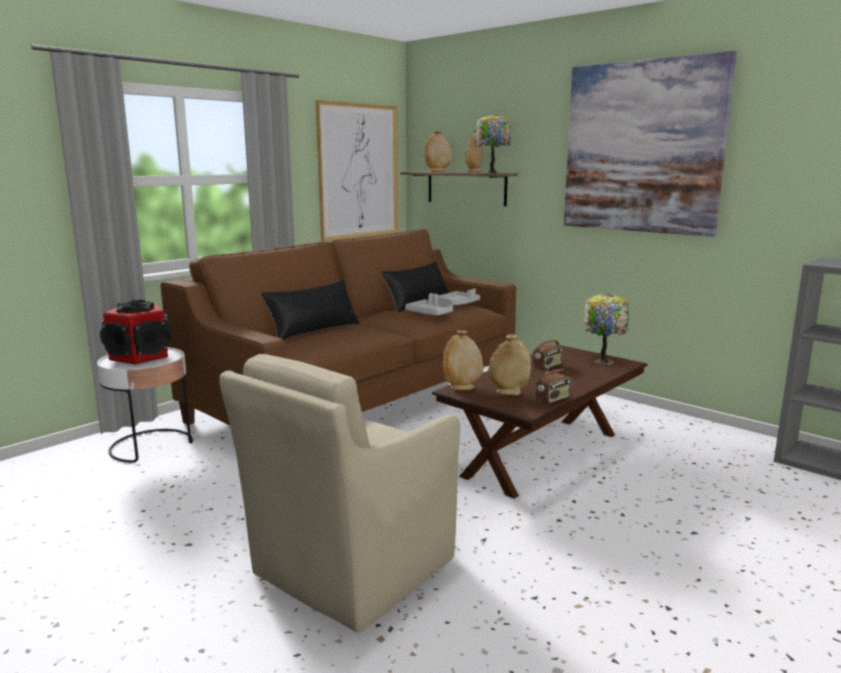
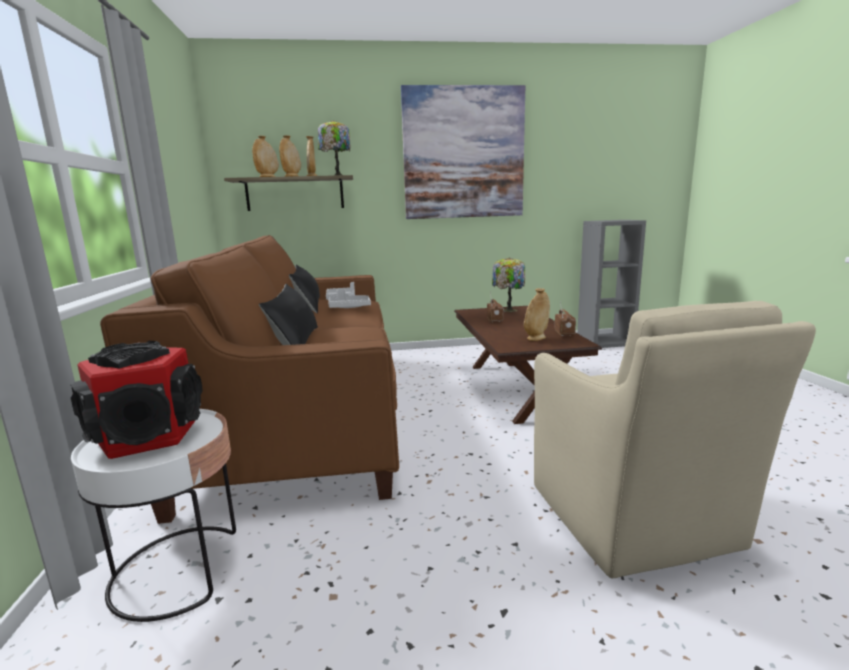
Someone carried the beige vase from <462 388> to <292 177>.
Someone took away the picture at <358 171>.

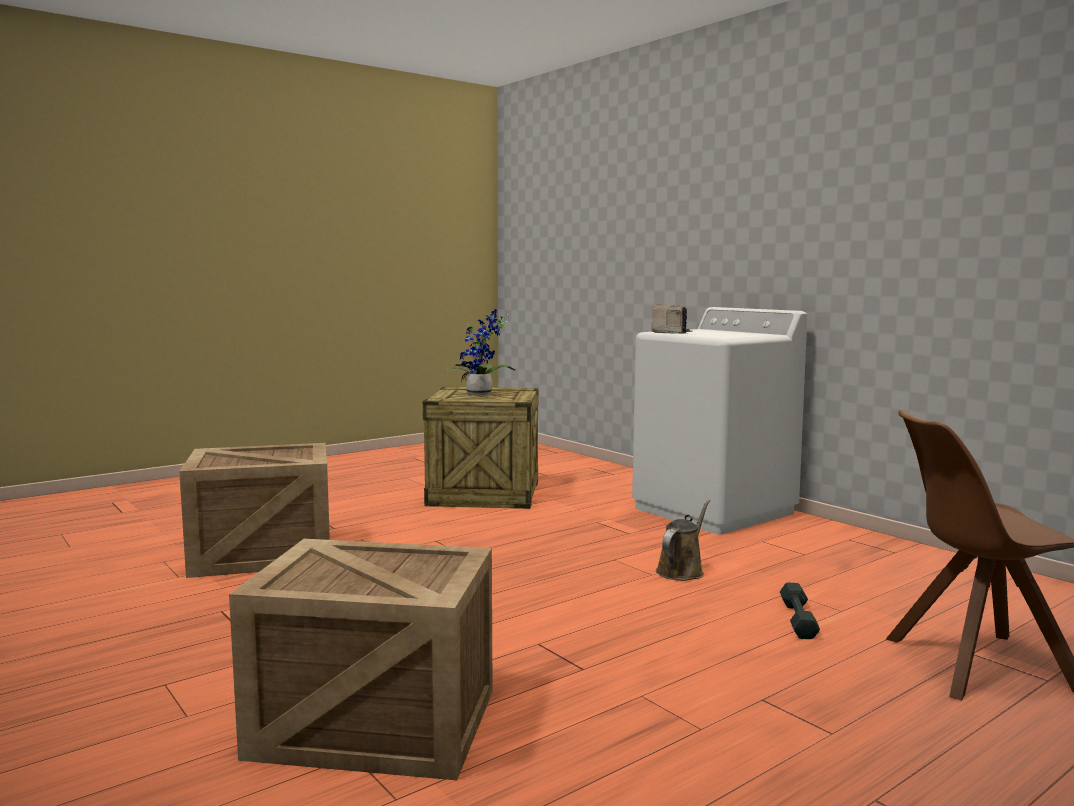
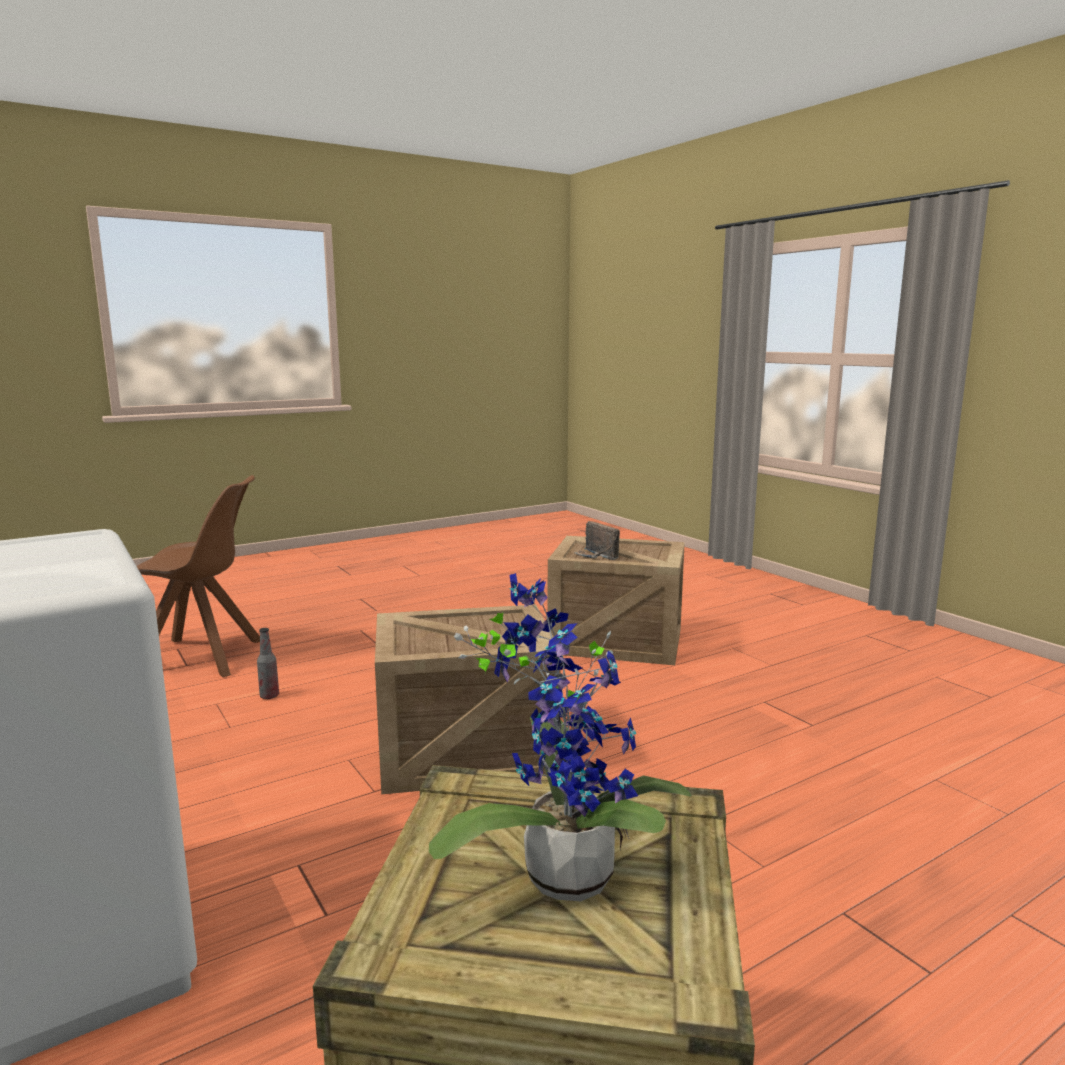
Someone swapped the grey dumbbell at <798 619> for the bottle at <269 696>.
Someone carried the crate from <265 554> to <463 752>.
Someone carried the radio from <672 333> to <596 556>.
Someone took away the brown watering can at <682 571>.

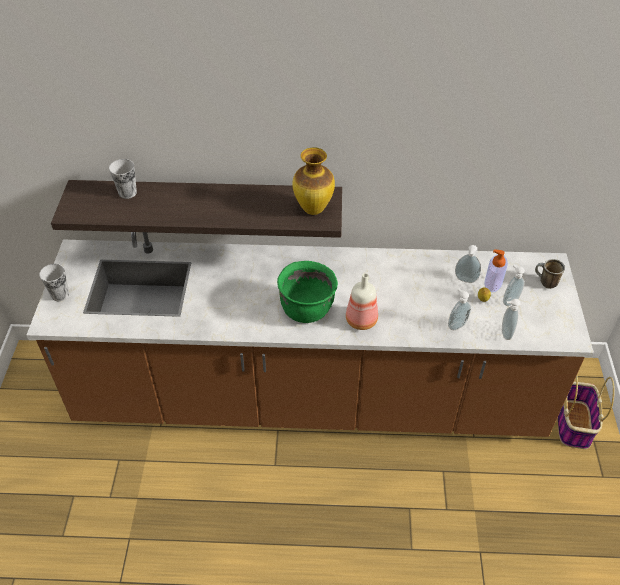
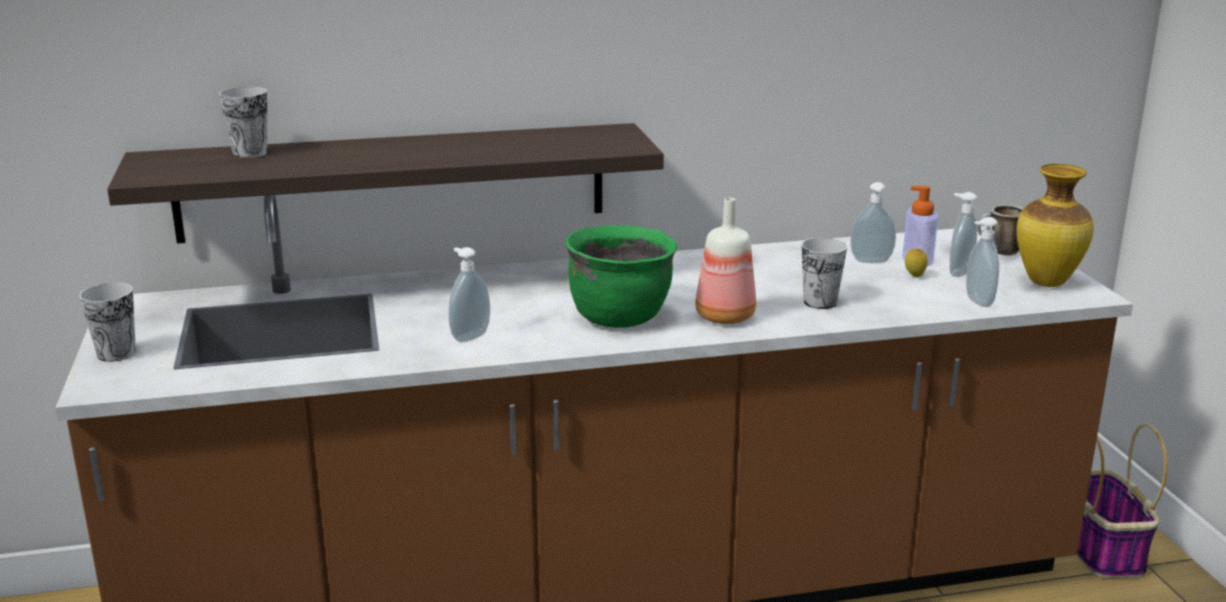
Someone carried the soap dispenser from <456 325> to <469 336>.
Someone put down the cup at <820 302>.
Someone carried the vase from <312 210> to <1046 283>.

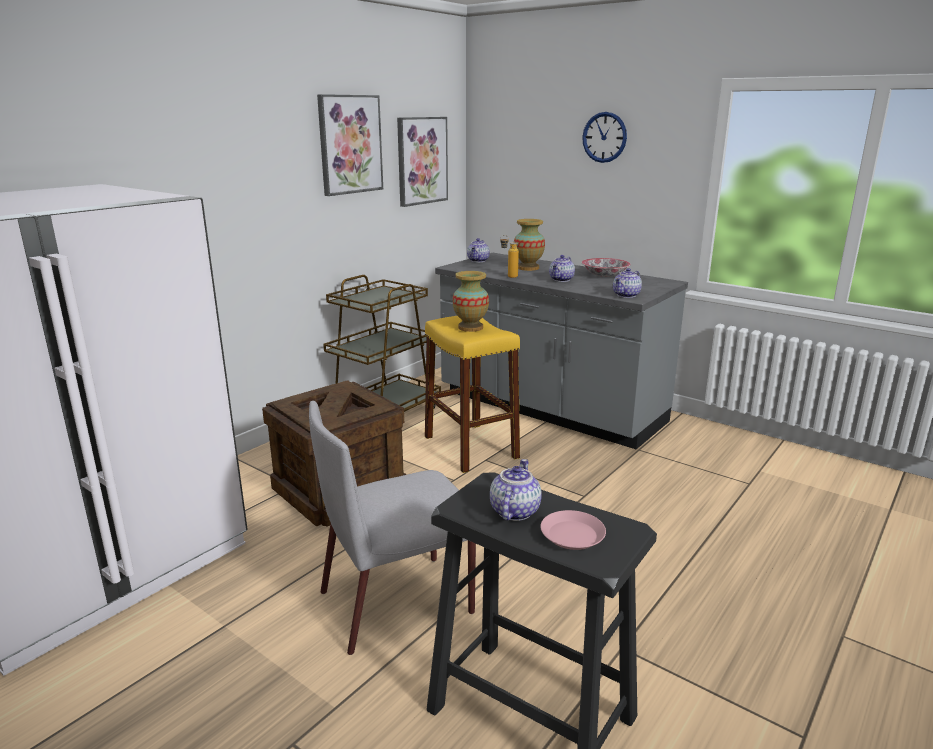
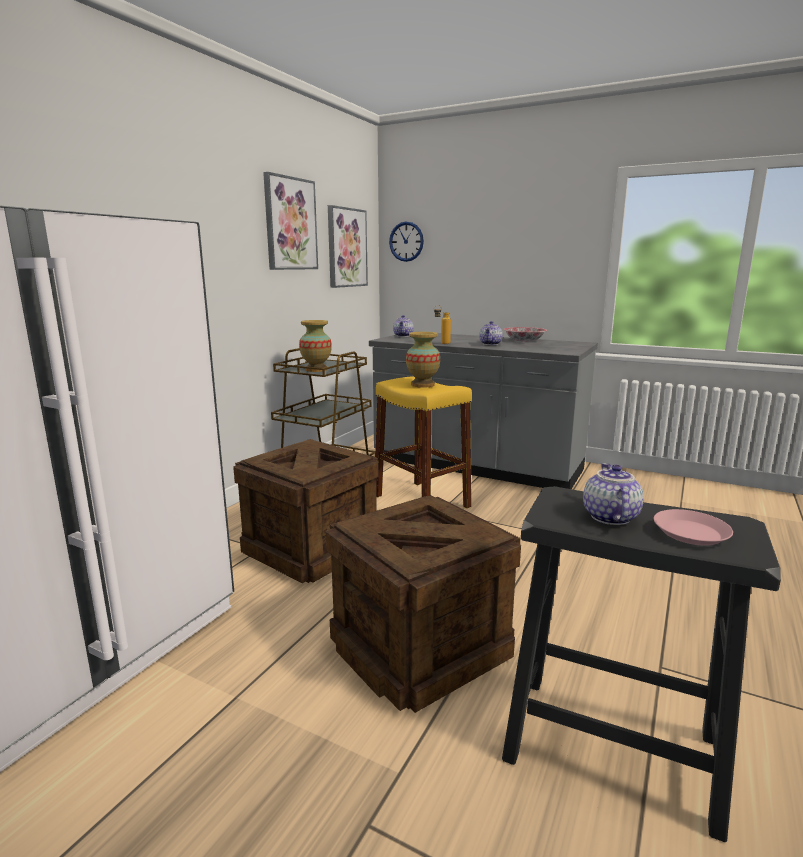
Someone carried the vase from <528 268> to <316 370>.
Someone swapped the grey chair at <399 601> for the crate at <418 648>.
Someone carried the wall clock from <604 137> to <406 241>.
Someone took away the teapot at <626 295>.

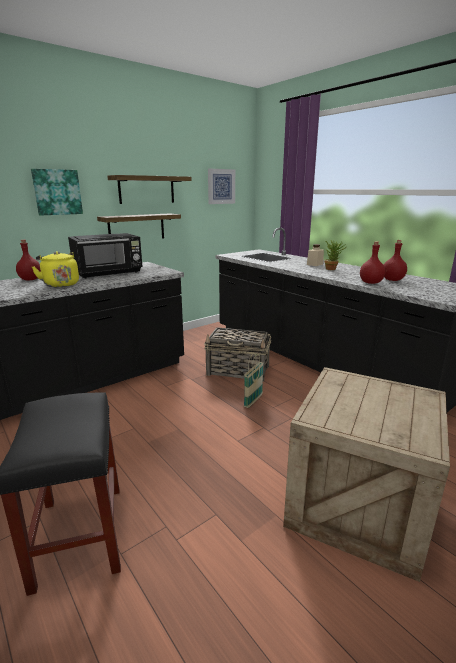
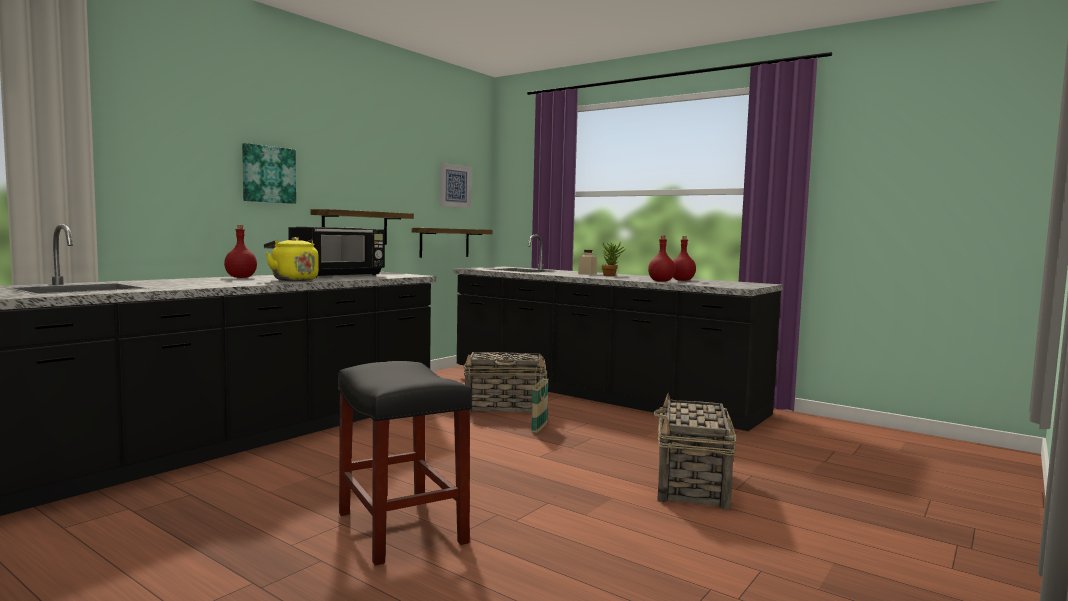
Someone carried the shelf from <146 189> to <444 242>.
Someone swapped the crate at <357 506> for the basket at <692 485>.

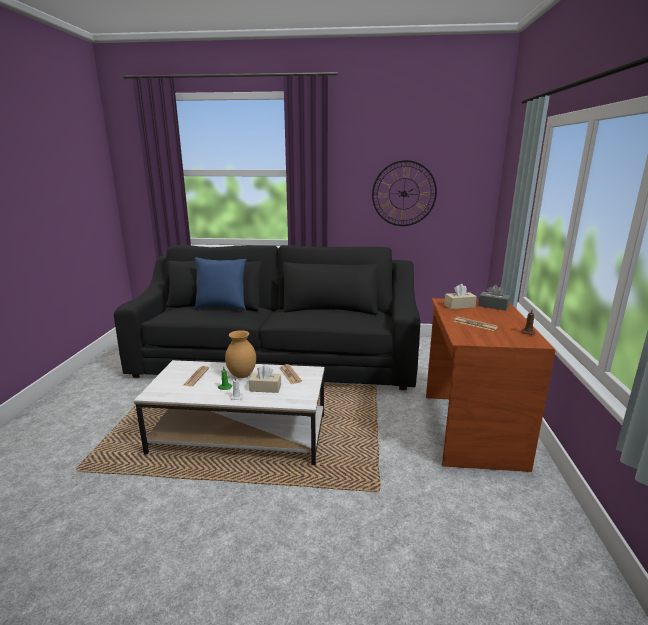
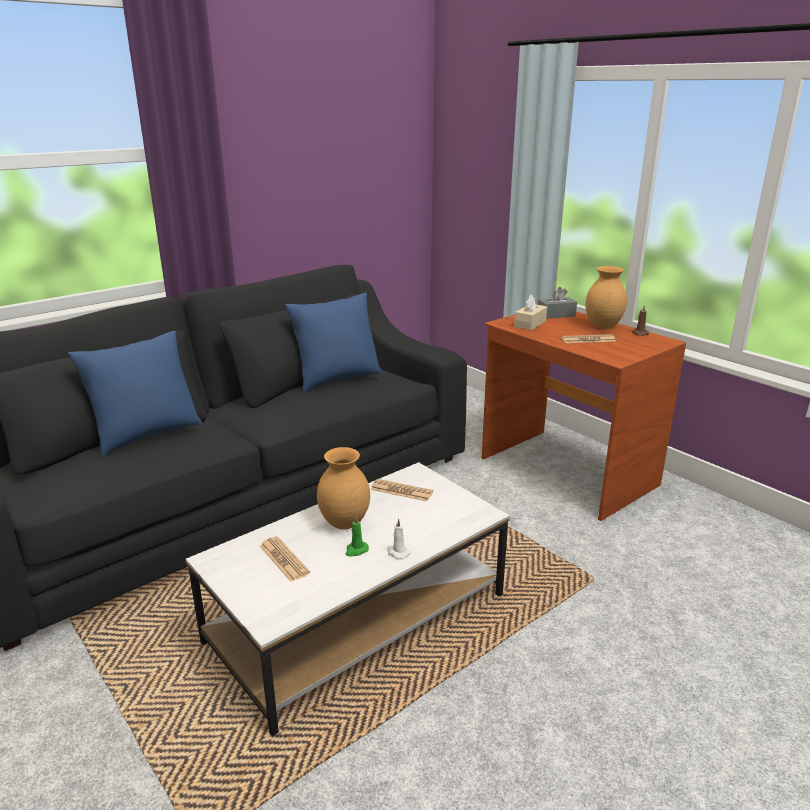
Someone put down the blue pillow at <337 379>.
Someone put down the brown vase at <603 327>.
Someone took away the beige tissue box at <265 388>.
Someone took away the wall clock at <404 194>.

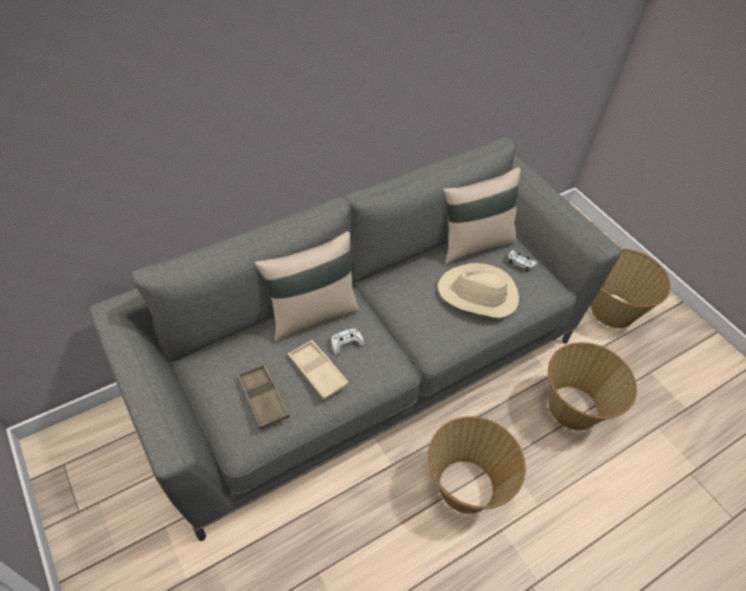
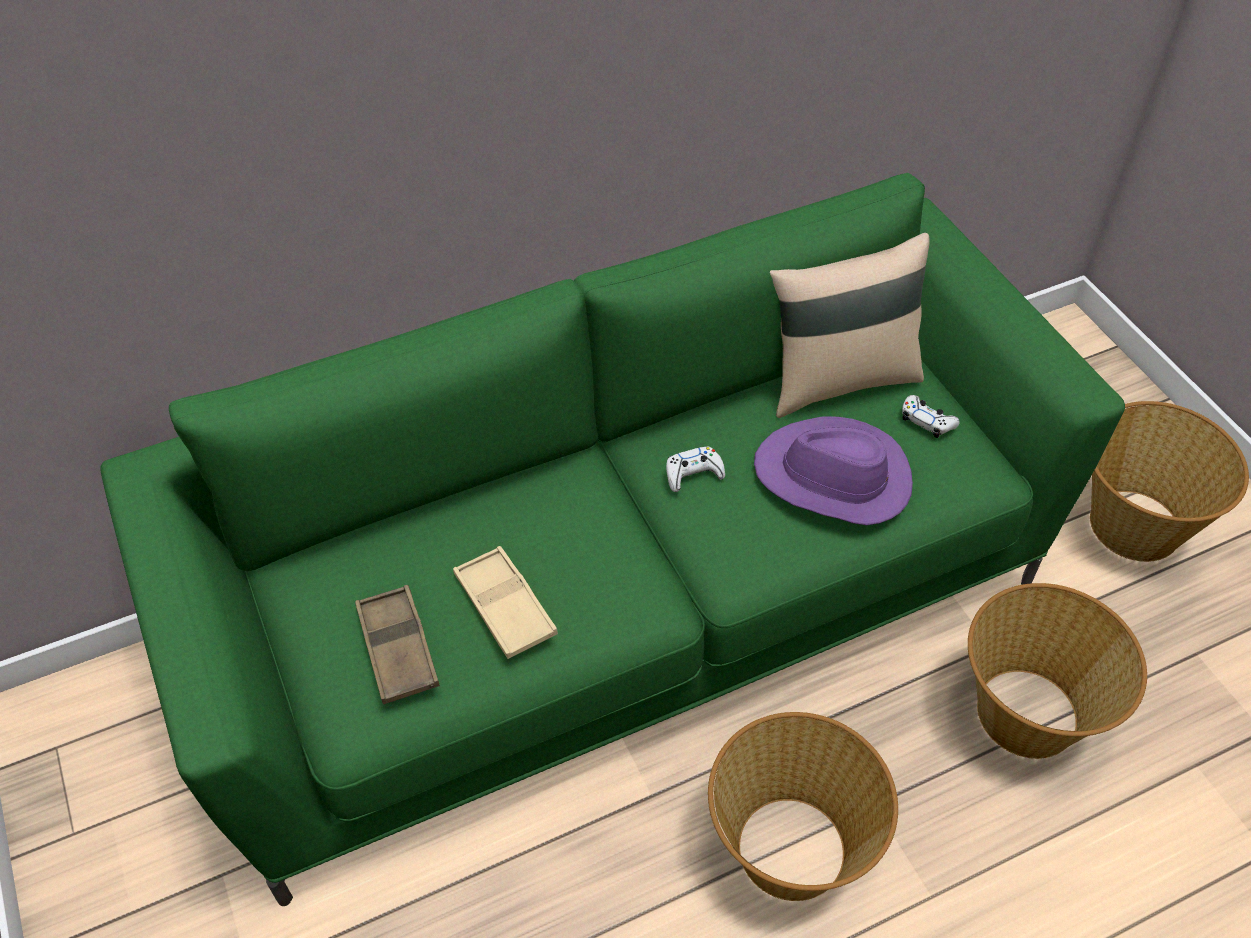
Someone repainted the grey sofa at <366 369>, which became the green sofa at <625 610>.
Someone carried the white game controller from <346 343> to <693 473>.
Someone repainted the beige hat at <478 294>, which became the purple hat at <833 478>.
Someone took away the beige pillow at <311 314>.

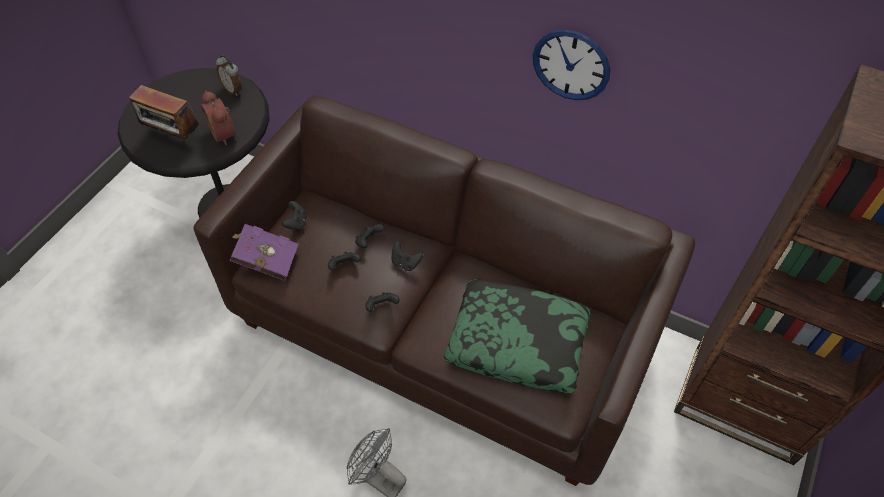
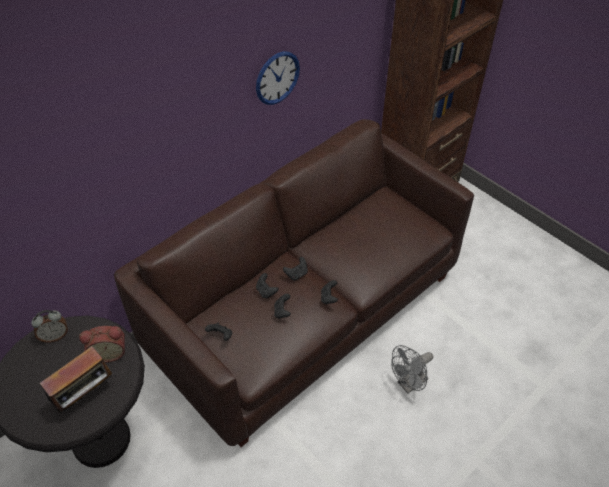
Someone took away the purple book at <265 260>.
Someone took away the pillow at <517 342>.

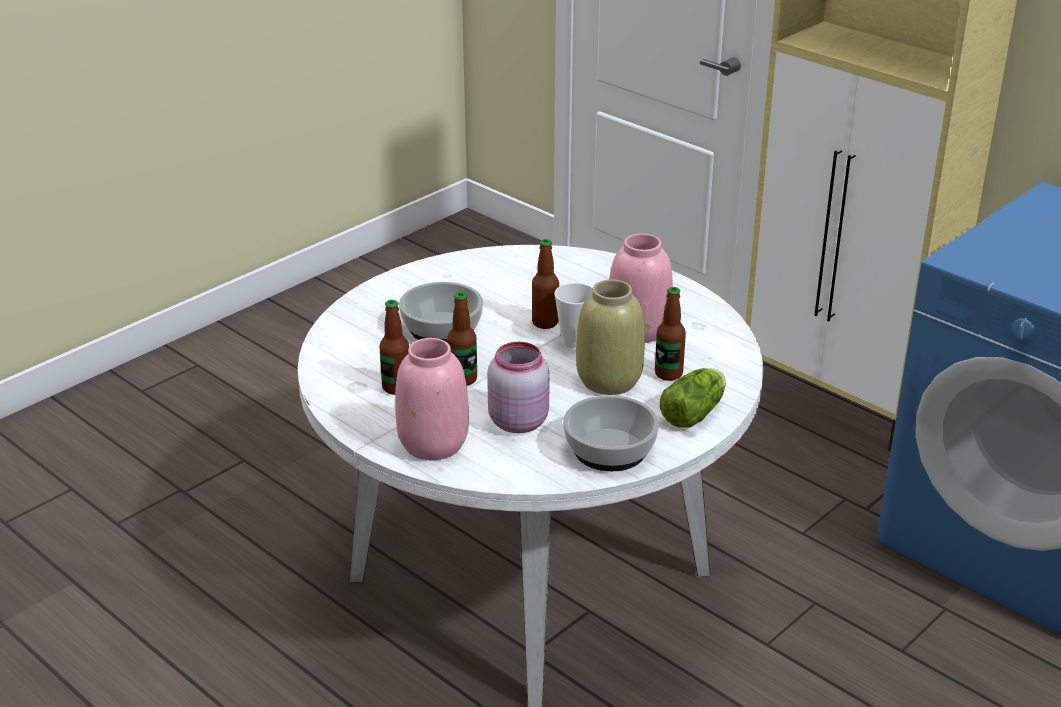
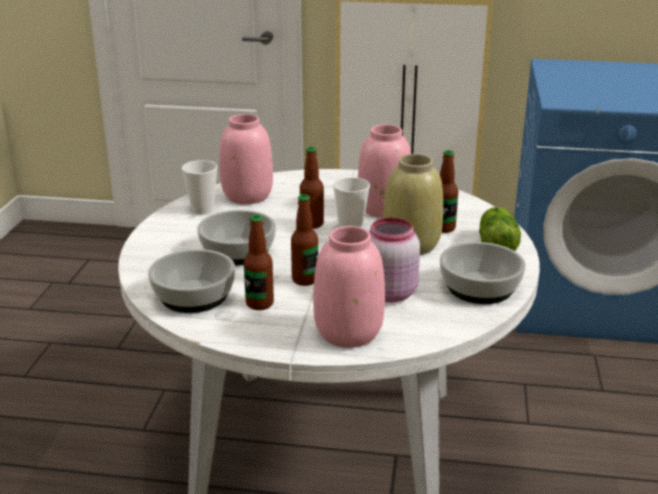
Someone put down the bowl at <195 296>.
Someone put down the cup at <202 210>.
Someone put down the pink vase at <248 196>.

